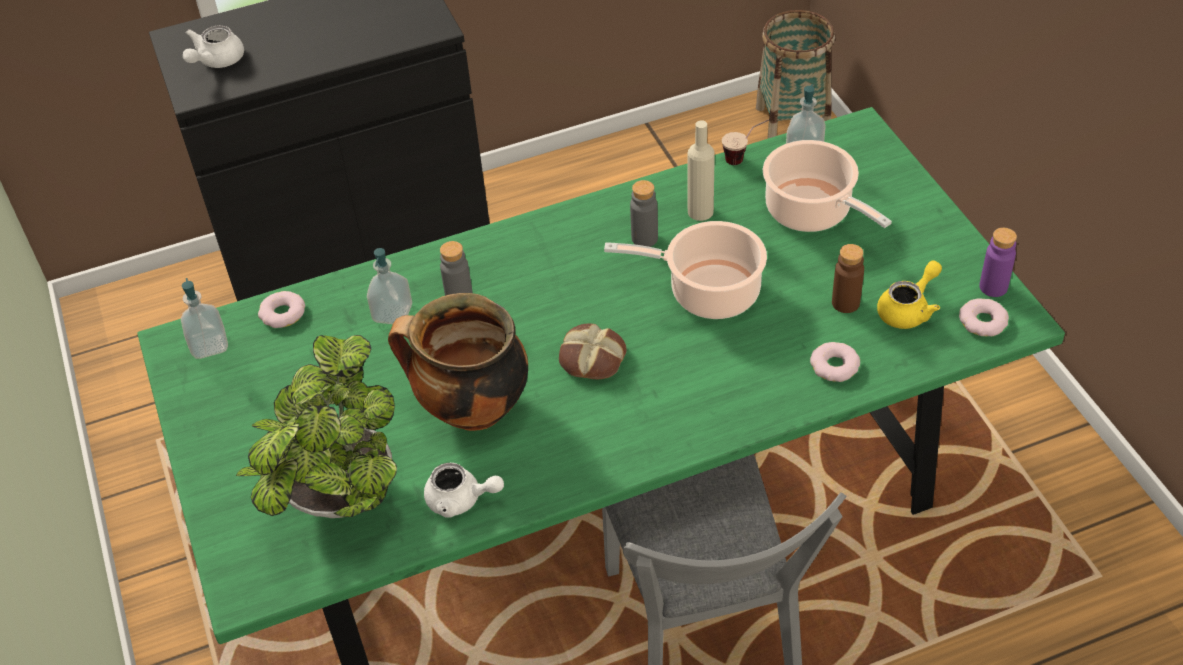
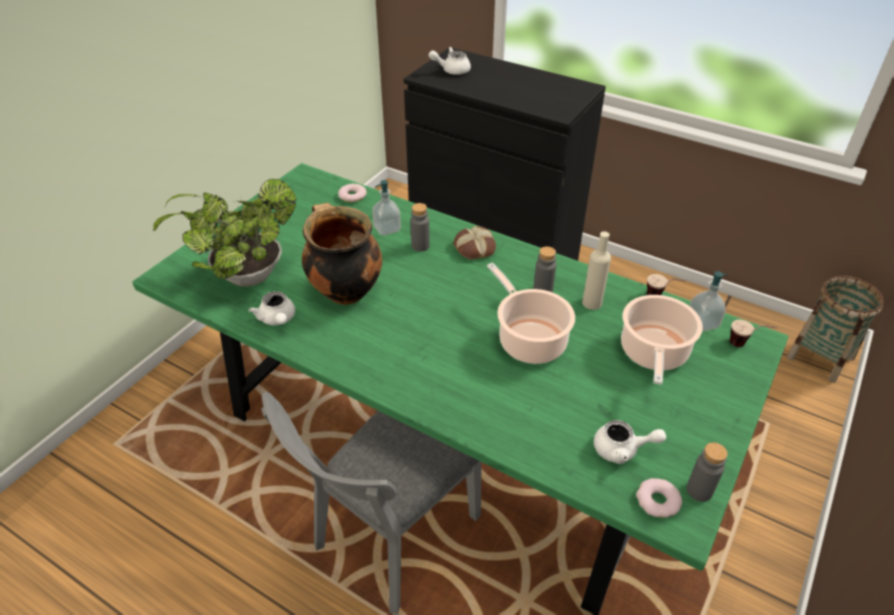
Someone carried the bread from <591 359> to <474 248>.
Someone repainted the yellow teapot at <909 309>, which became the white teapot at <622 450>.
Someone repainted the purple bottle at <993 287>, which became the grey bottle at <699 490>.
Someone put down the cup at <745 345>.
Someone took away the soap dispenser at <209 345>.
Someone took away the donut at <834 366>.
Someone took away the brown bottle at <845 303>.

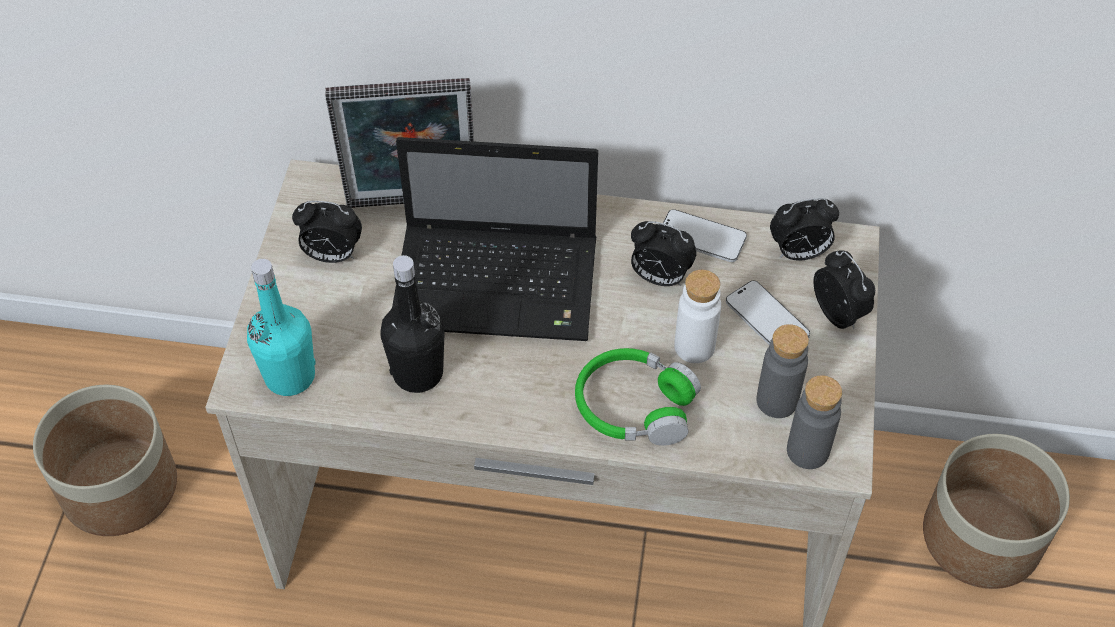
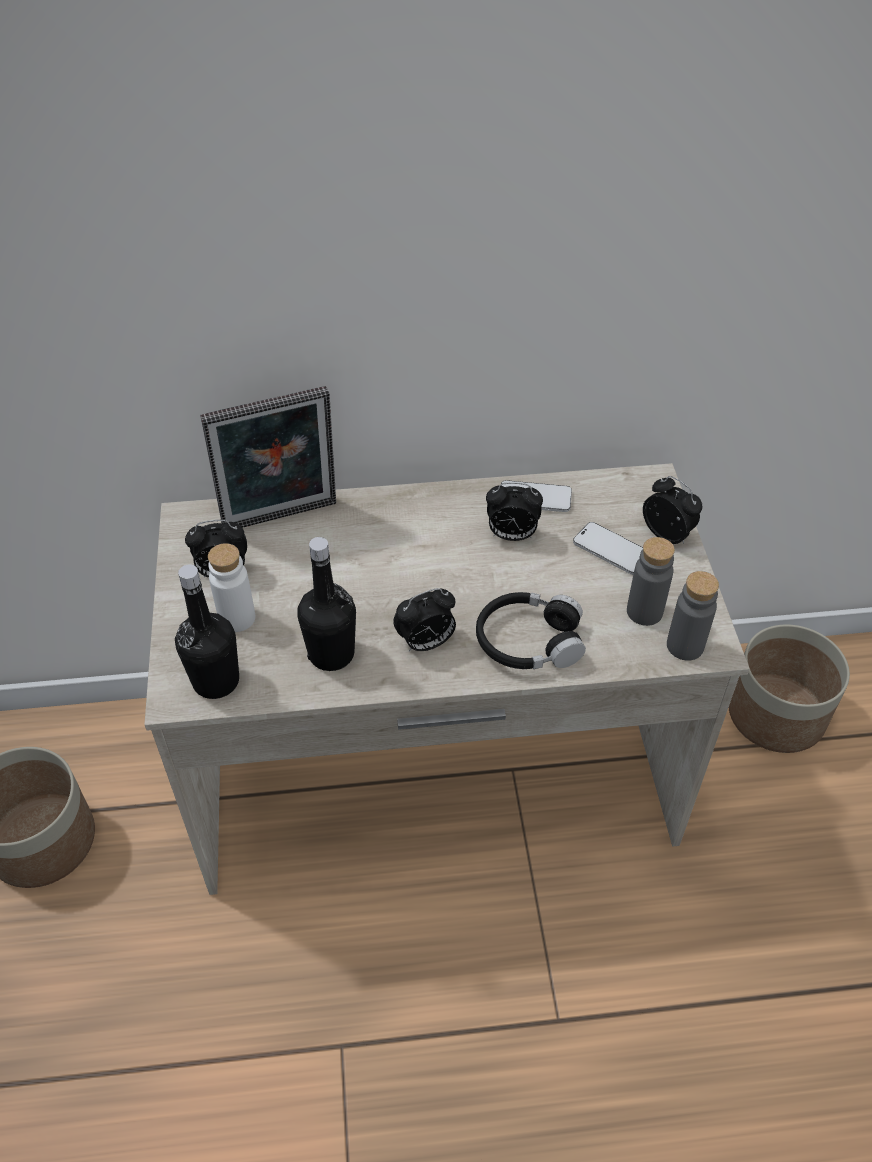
Someone repainted the turquoise bottle at <290 376>, which became the black bottle at <216 681>.
Someone carried the white bottle from <694 347> to <237 618>.
Someone carried the alarm clock from <798 253> to <426 643>.
Someone repainted the green headphones at <634 406>, which became the black headphones at <528 641>.
Someone took away the laptop at <500 284>.

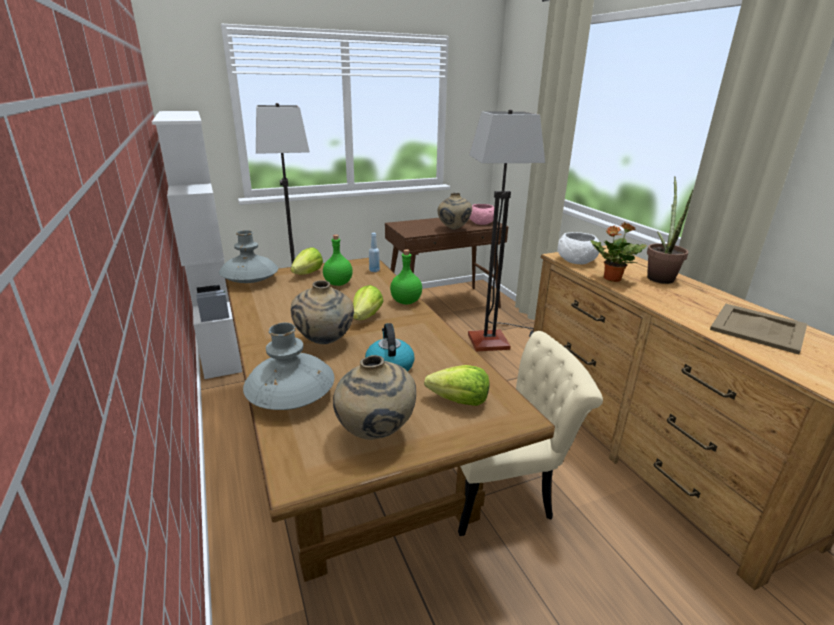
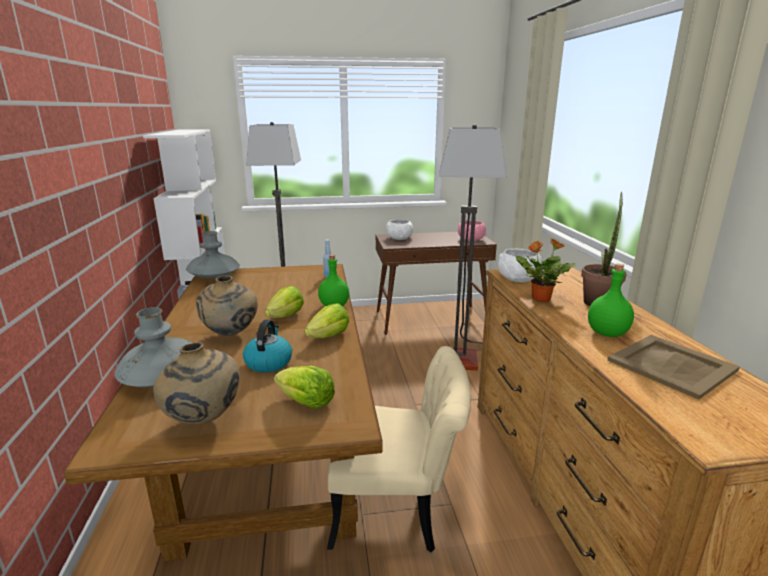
Someone carried the lettuce from <308 273> to <329 336>.
Someone put down the white bowl at <399 238>.
Someone carried the green bottle from <338 283> to <607 333>.
Someone took away the beige vase at <453 229>.

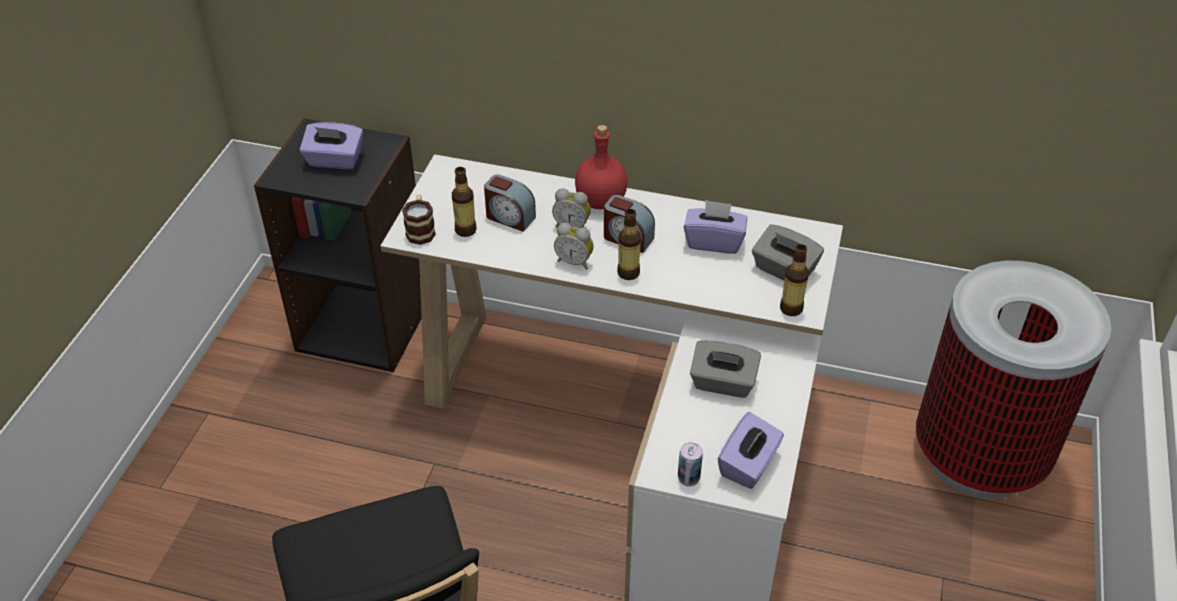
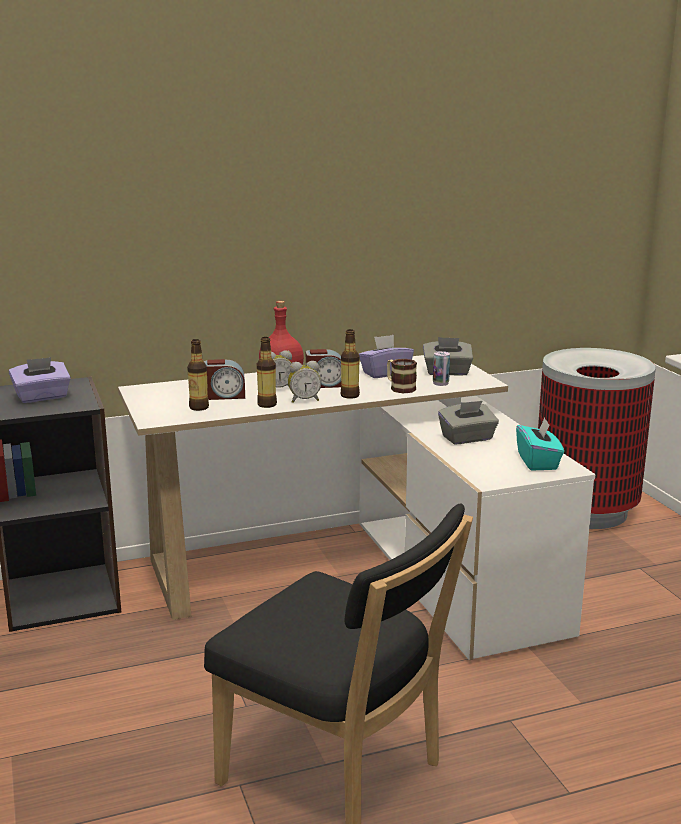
Someone carried the bottle from <791 308> to <267 404>.
Someone carried the mug from <420 230> to <399 388>.
Someone carried the can from <688 478> to <440 383>.
Someone repainted the purple tissue box at <748 465>, which became the turquoise tissue box at <538 462>.

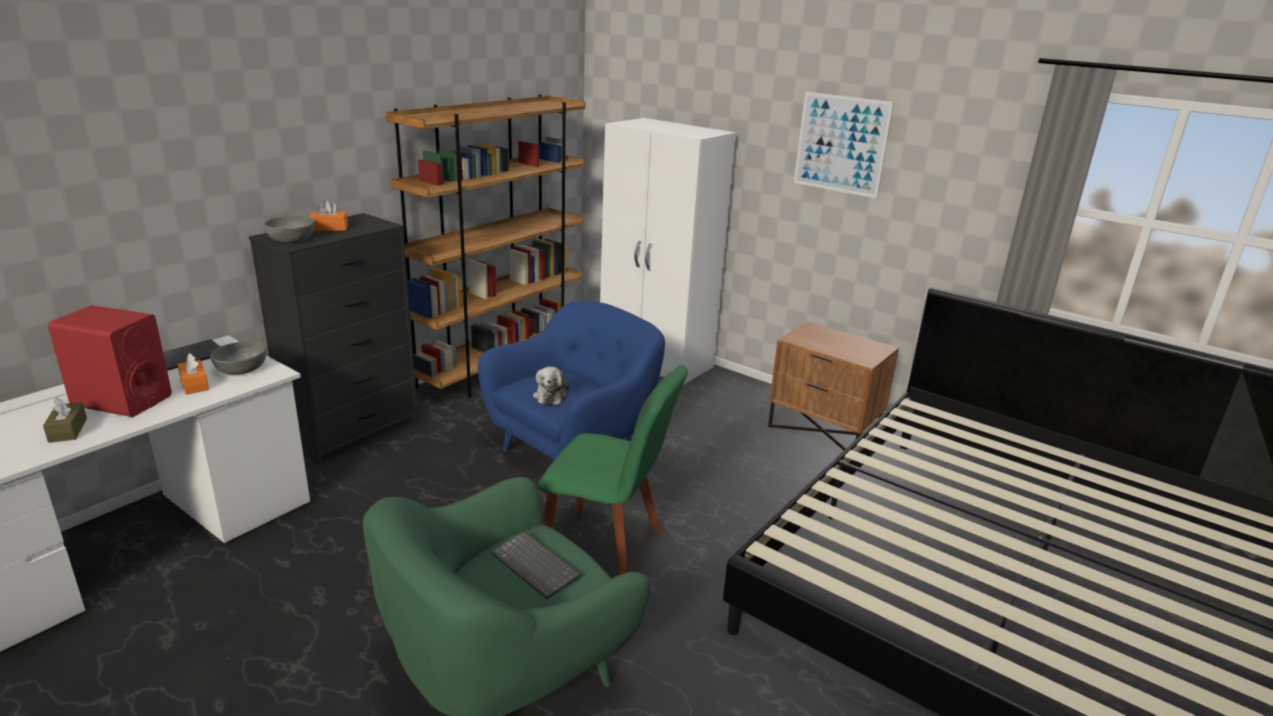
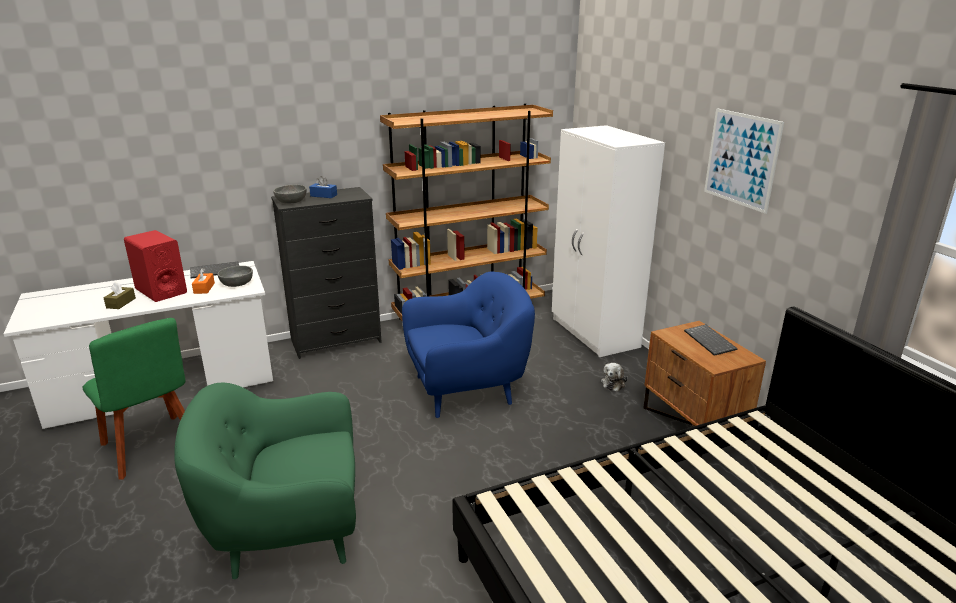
Someone carried the green chair from <607 549> to <152 448>.
Someone repainted the orange tissue box at <329 228>, which became the blue tissue box at <323 195>.
Someone carried the plush toy from <550 395> to <614 383>.
Someone carried the keyboard from <537 566> to <711 341>.

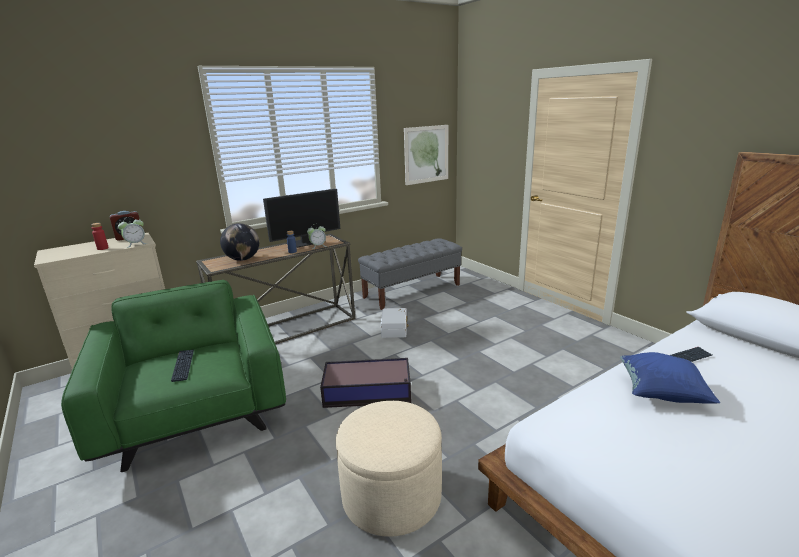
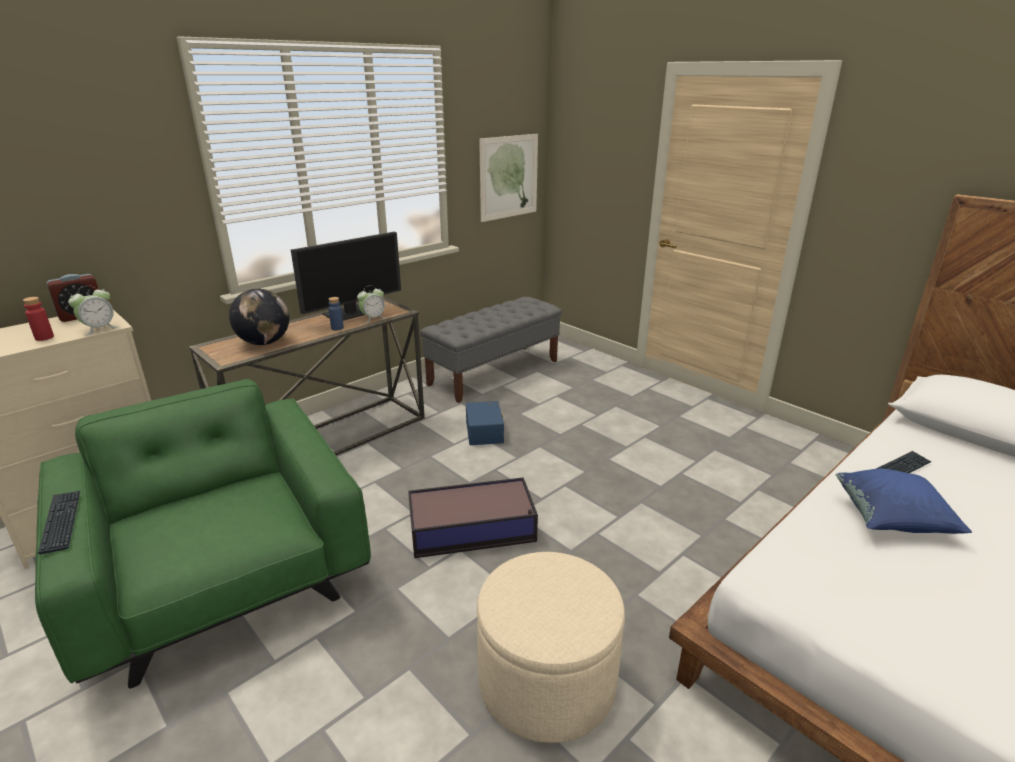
Someone carried the keyboard from <183 365> to <61 522>.
Someone repainted the white storage box at <395 329>, which became the blue storage box at <485 431>.

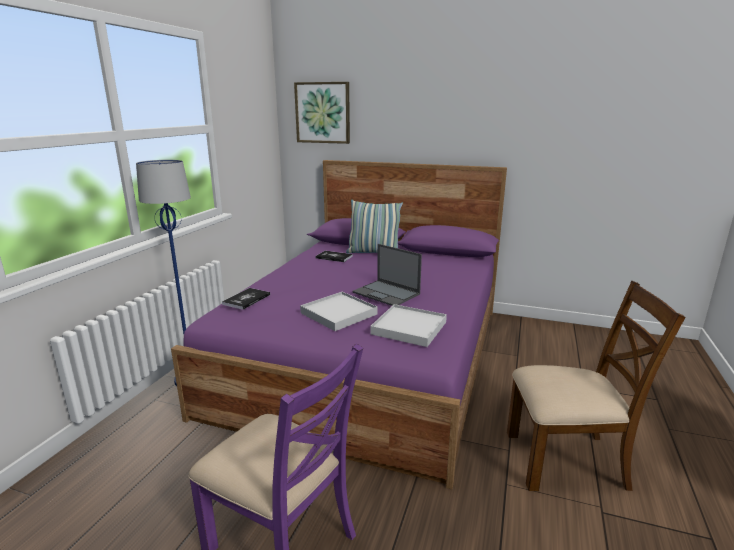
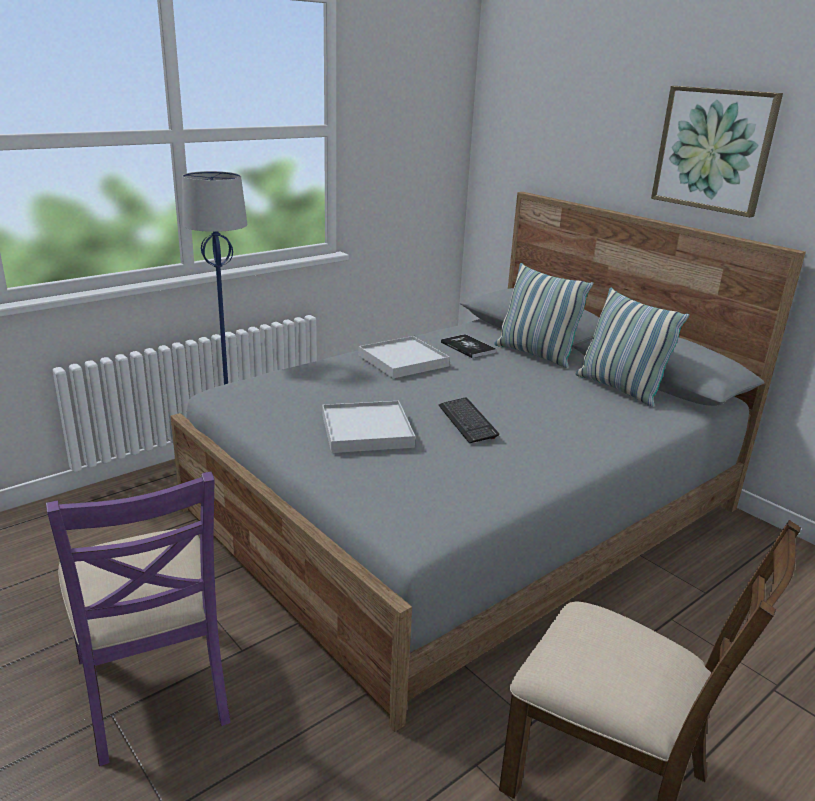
Someone repainted the purple bed at <370 356>, which became the grey bed at <468 509>.
Someone carried the white tray from <409 328> to <403 361>.
Someone swapped the laptop at <387 293> for the keyboard at <467 421>.
Someone put down the pillow at <619 388>.
Someone carried the picture from <323 113> to <714 149>.
Someone took away the book at <246 299>.

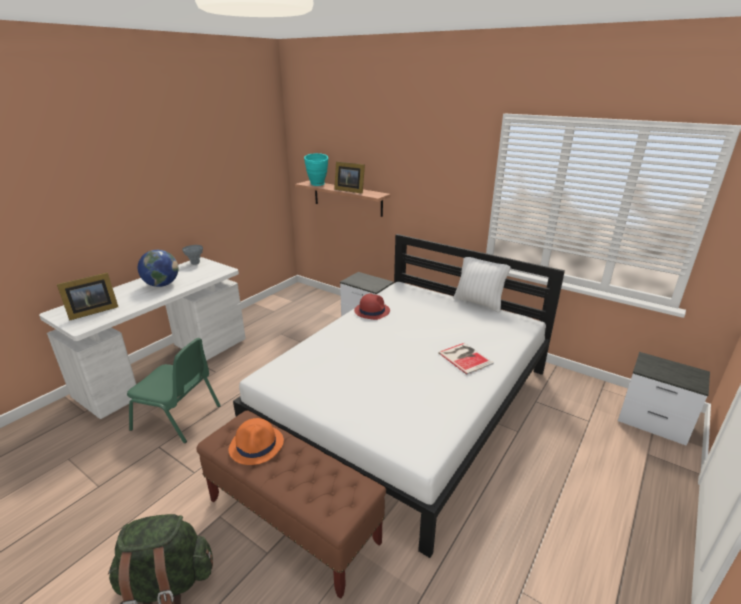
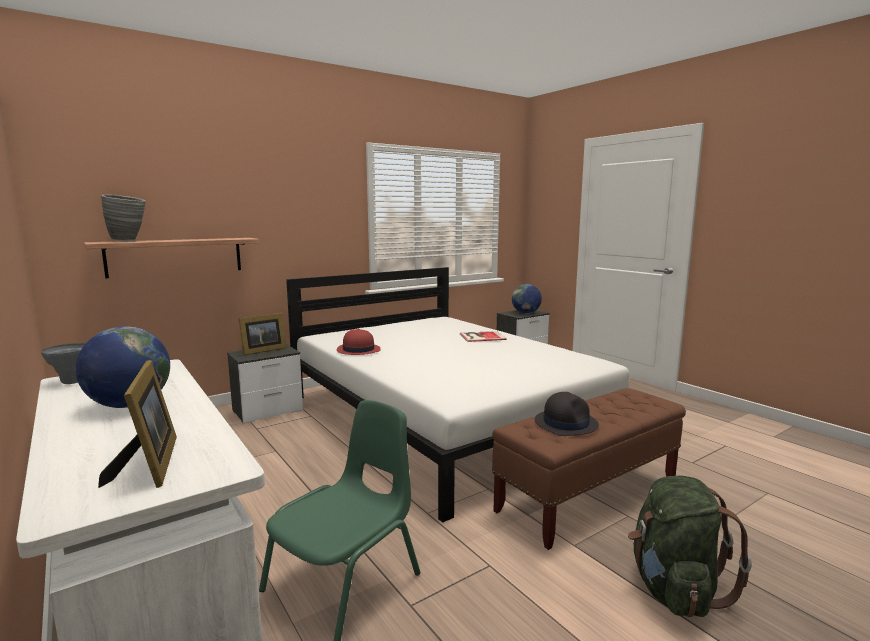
Someone repainted the turquoise vase at <318 185>, which became the grey vase at <129 241>.
Someone carried the picture frame from <349 190> to <262 350>.
Someone put down the globe at <526 313>.
Someone repainted the orange hat at <257 445>, which became the black hat at <566 423>.
Someone took away the white pillow at <478 303>.

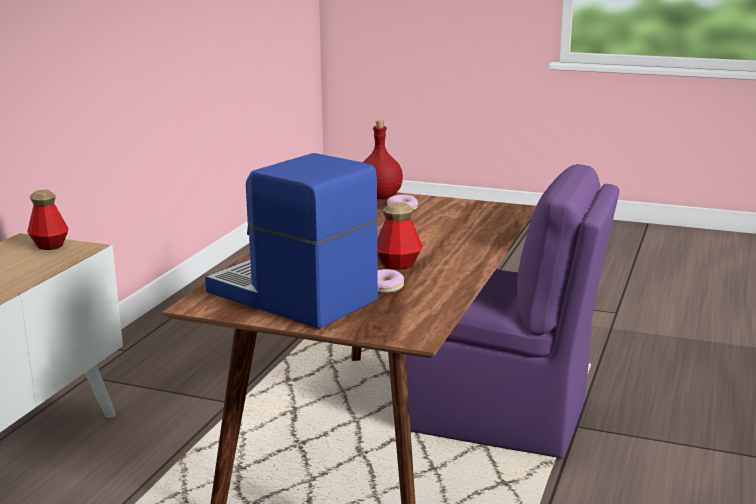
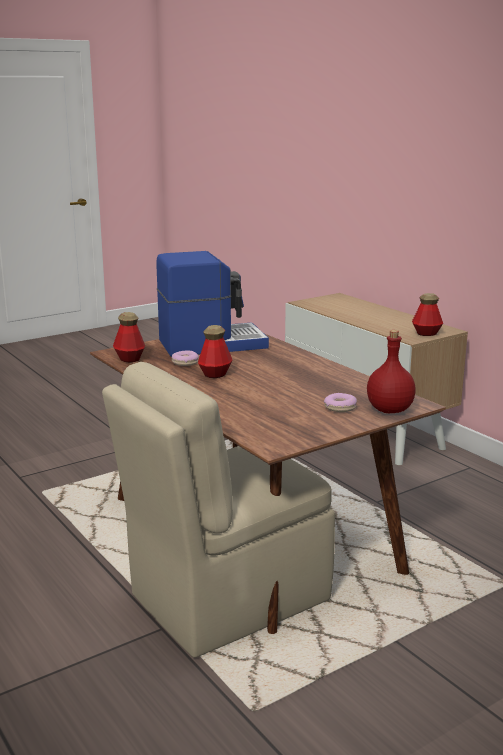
Someone repainted the purple chair at <499 416>, which became the beige chair at <225 598>.
Someone put down the bottle at <129 359>.

